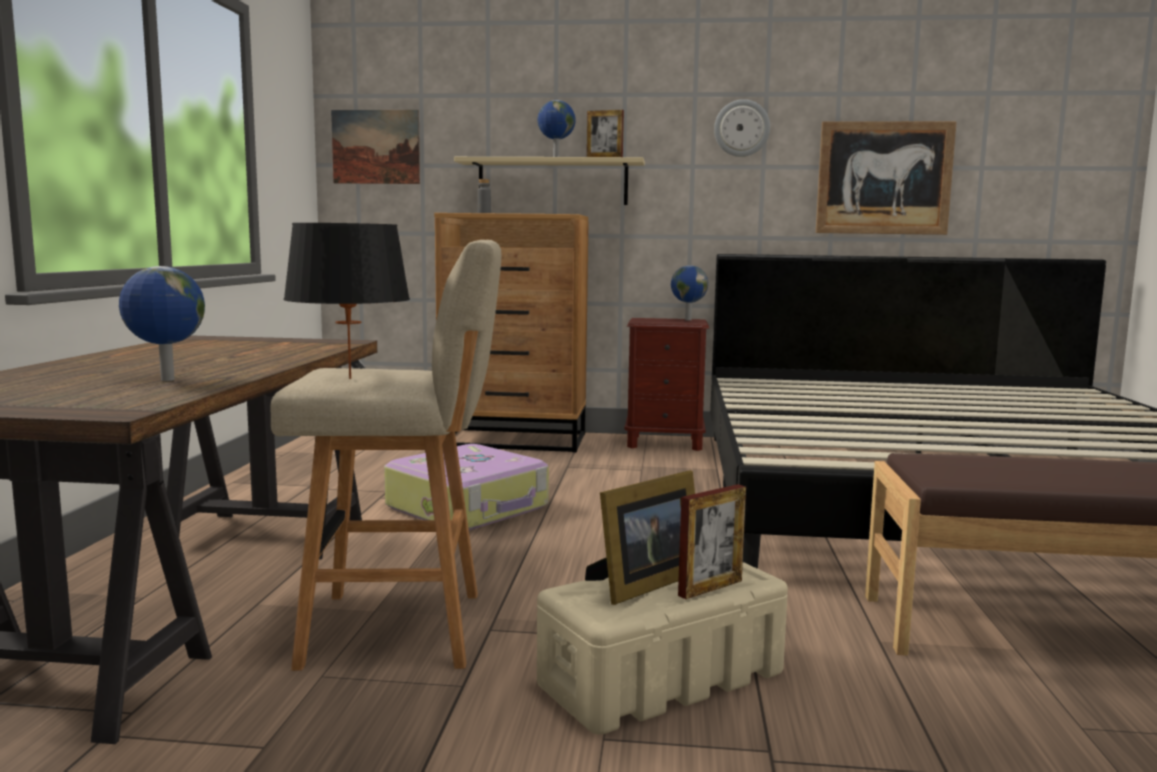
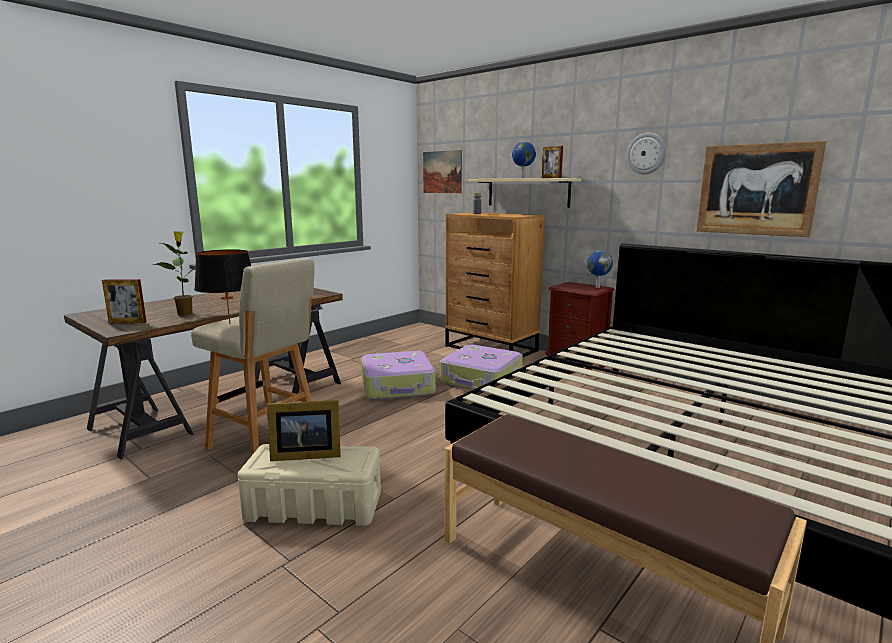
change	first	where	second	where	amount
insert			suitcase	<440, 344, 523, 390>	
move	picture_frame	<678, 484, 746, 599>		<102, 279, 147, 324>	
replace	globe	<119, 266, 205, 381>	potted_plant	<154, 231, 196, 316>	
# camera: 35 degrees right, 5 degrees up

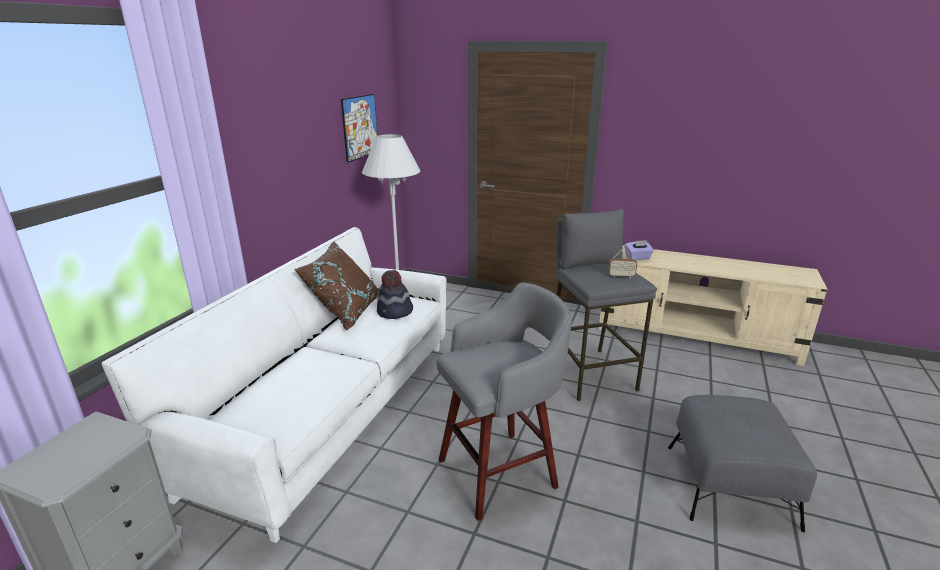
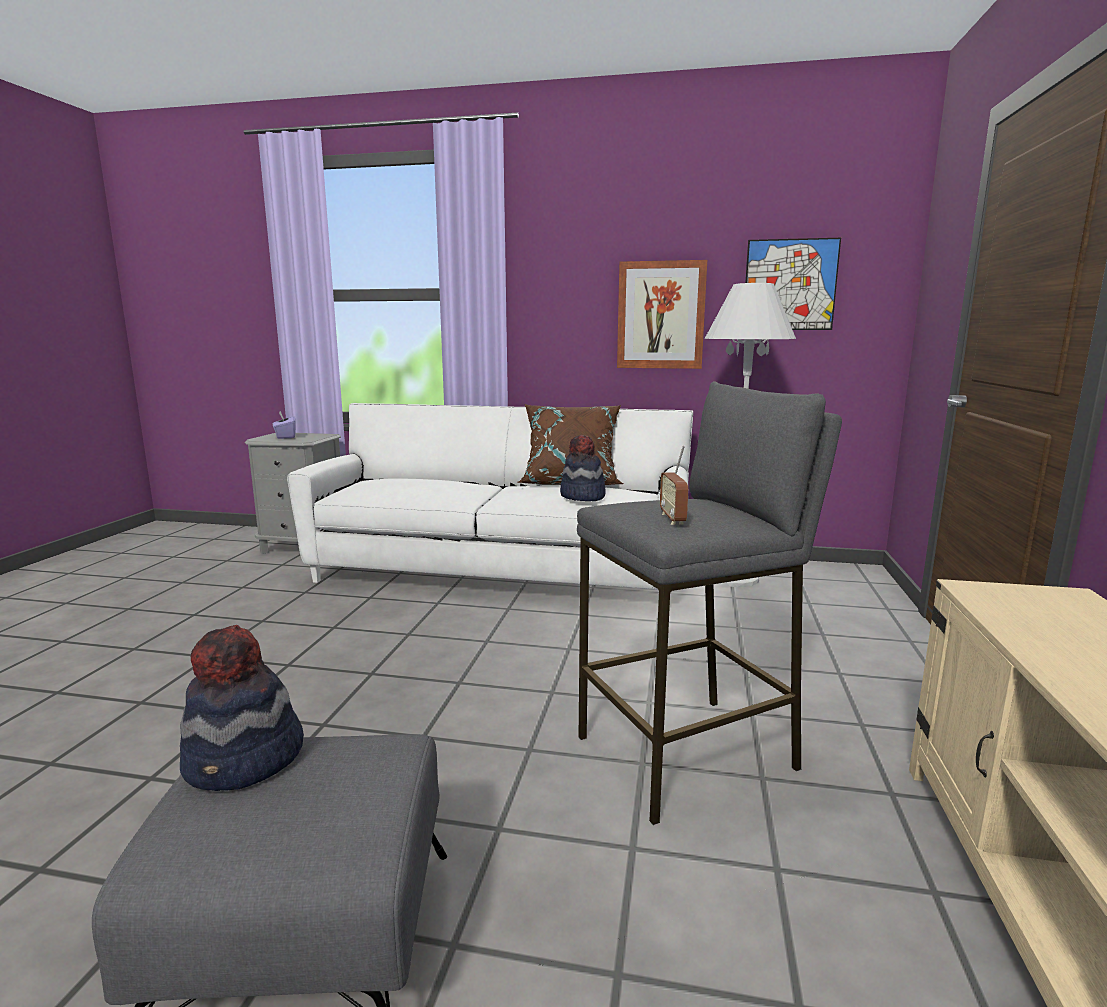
change	first	where	second	where	amount
delete	grey_stool	<437, 282, 572, 521>			
insert			hat	<180, 625, 304, 791>	
insert			picture	<617, 260, 707, 369>	
move	purple_tissue_box	<625, 240, 654, 260>		<273, 411, 296, 439>	
# camera: 80 degrees right, 10 degrees down

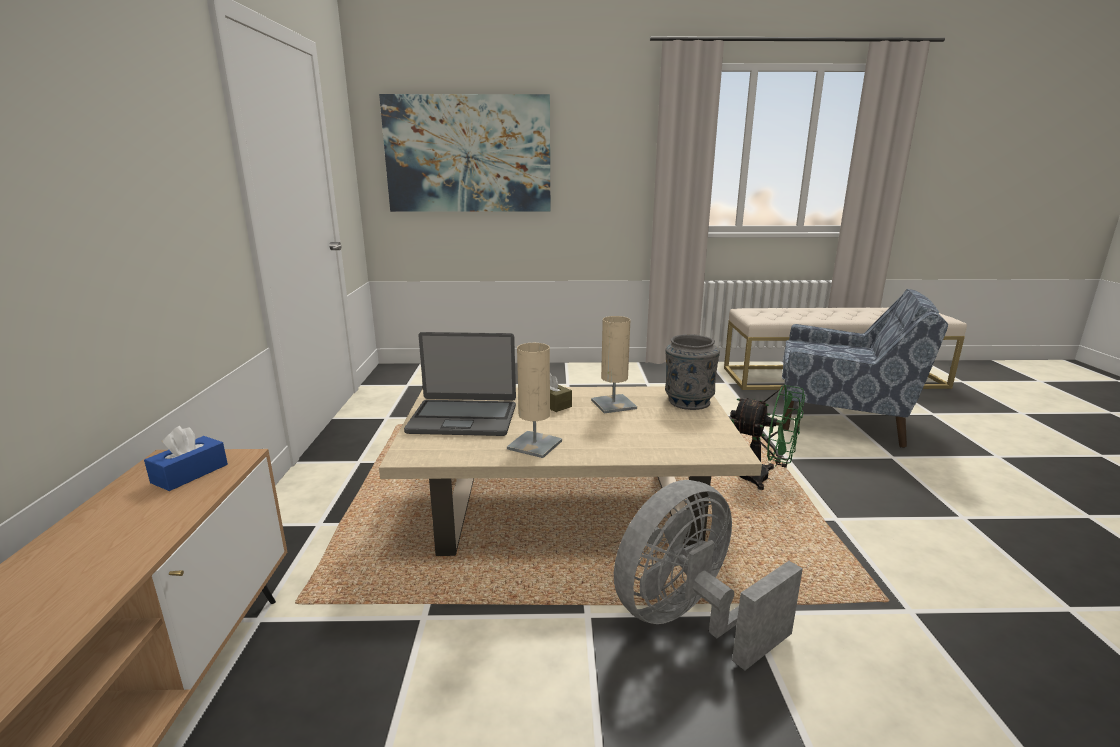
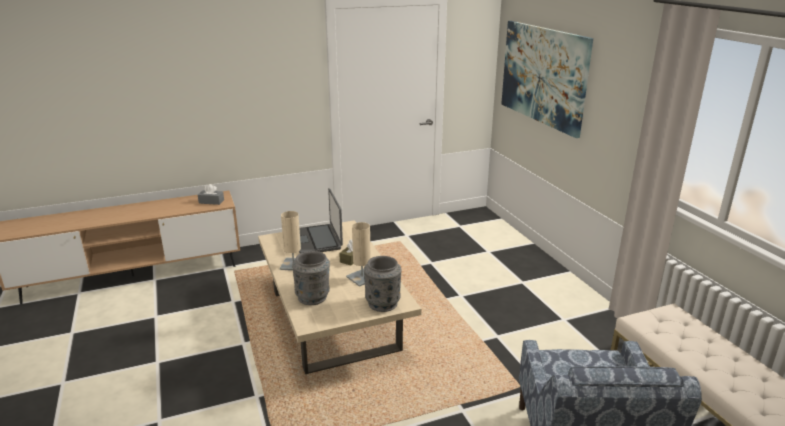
change	first	where	second	where	amount
delete	grey_fan	<614, 480, 803, 670>			
delete	green_fan	<730, 384, 805, 490>			
insert			grey_vase	<292, 251, 330, 305>	
recolor	blue_tissue_box	<144, 426, 228, 491>	grey_tissue_box	<198, 184, 224, 205>	
# camera: 70 degrees right, 5 degrees up

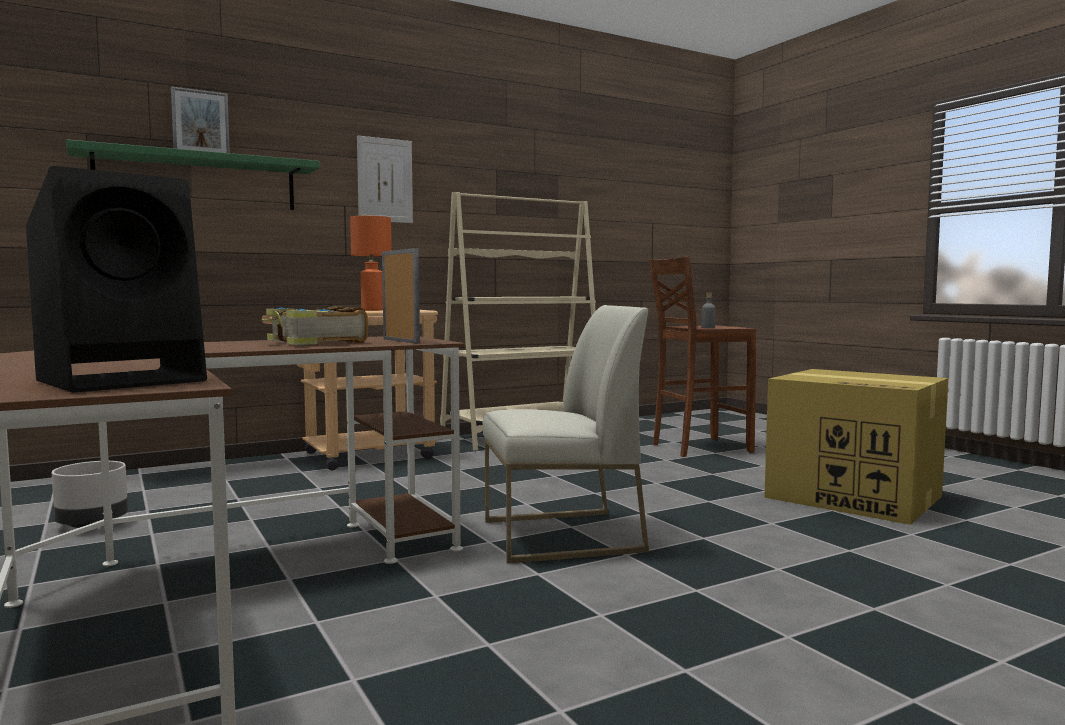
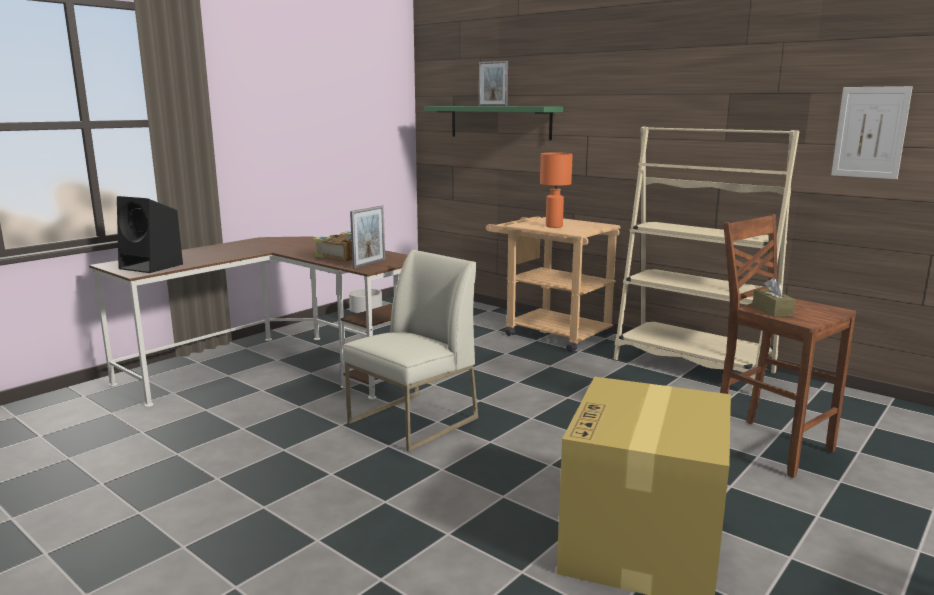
change	first	where	second	where	amount
move	picture	<357, 135, 413, 223>		<831, 86, 913, 179>	
replace	grey_bottle	<701, 292, 716, 328>	brown_tissue_box	<752, 278, 796, 317>	
rotate	white_chair	<483, 305, 649, 564>		<343, 250, 478, 452>	105 degrees counterclockwise
# camera: 70 degrees right, 10 degrees up

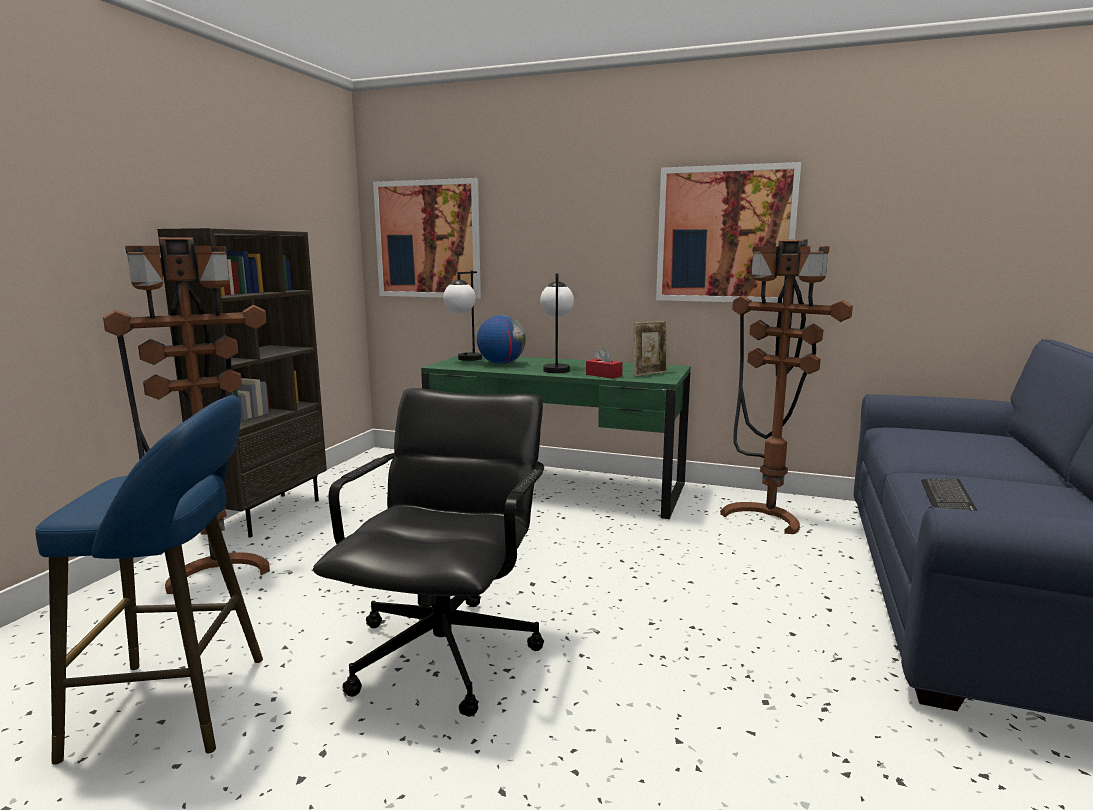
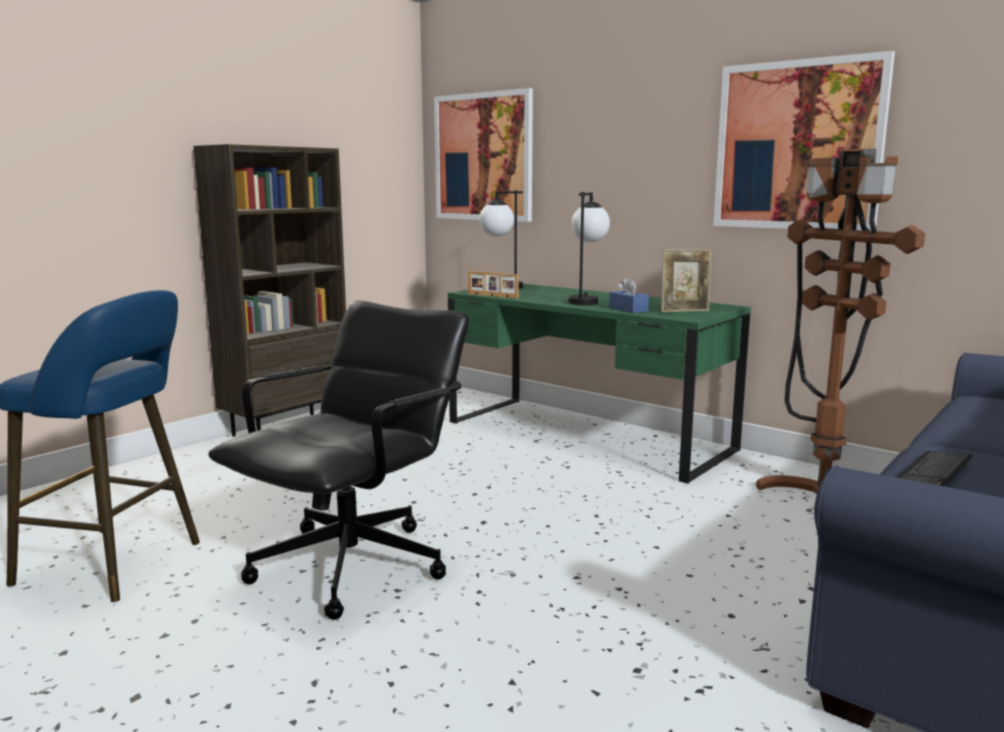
change	first	where	second	where	amount
delete	brown_floor_lamp	<103, 237, 270, 594>			
delete	globe	<477, 315, 526, 364>			
insert			picture_frame	<468, 271, 519, 299>	
recolor	red_tissue_box	<586, 348, 623, 379>	blue_tissue_box	<609, 278, 649, 313>	
# camera: 20 degrees right, 0 degrees up

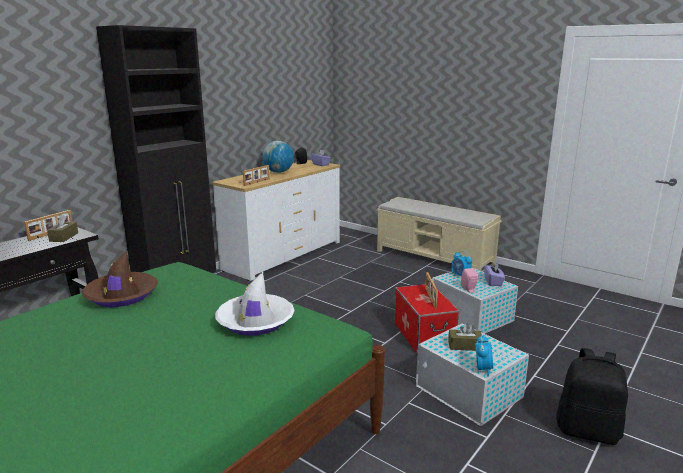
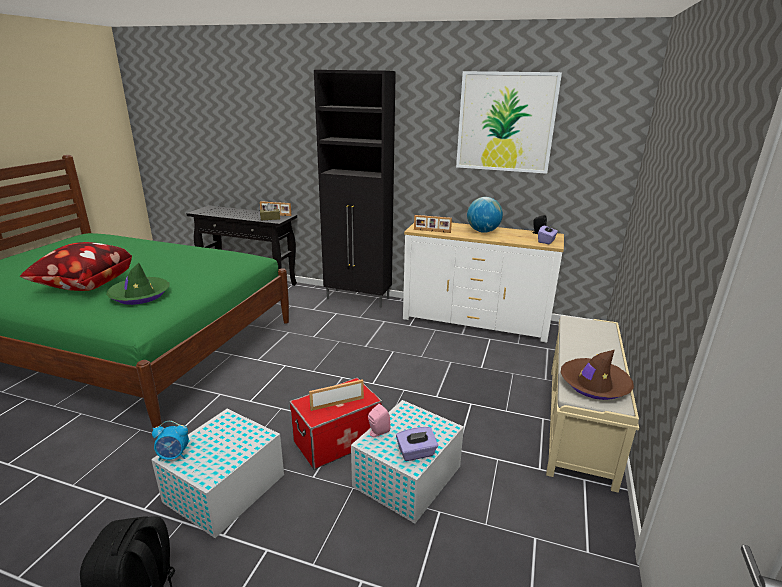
change	first	where	second	where	amount
delete	brown_tissue_box	<448, 323, 482, 351>			
delete	alarm_clock	<451, 251, 472, 275>			
insert			pillow	<20, 242, 132, 291>	
insert			picture	<456, 71, 562, 174>	
move	brown_hat	<82, 251, 158, 307>		<560, 350, 634, 400>	
recolor	white_hat	<215, 272, 295, 336>	green_hat	<106, 263, 170, 305>	
# camera: 70 degrees right, 5 degrees up

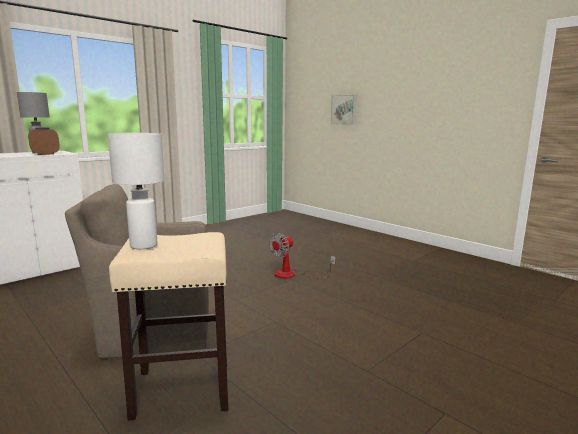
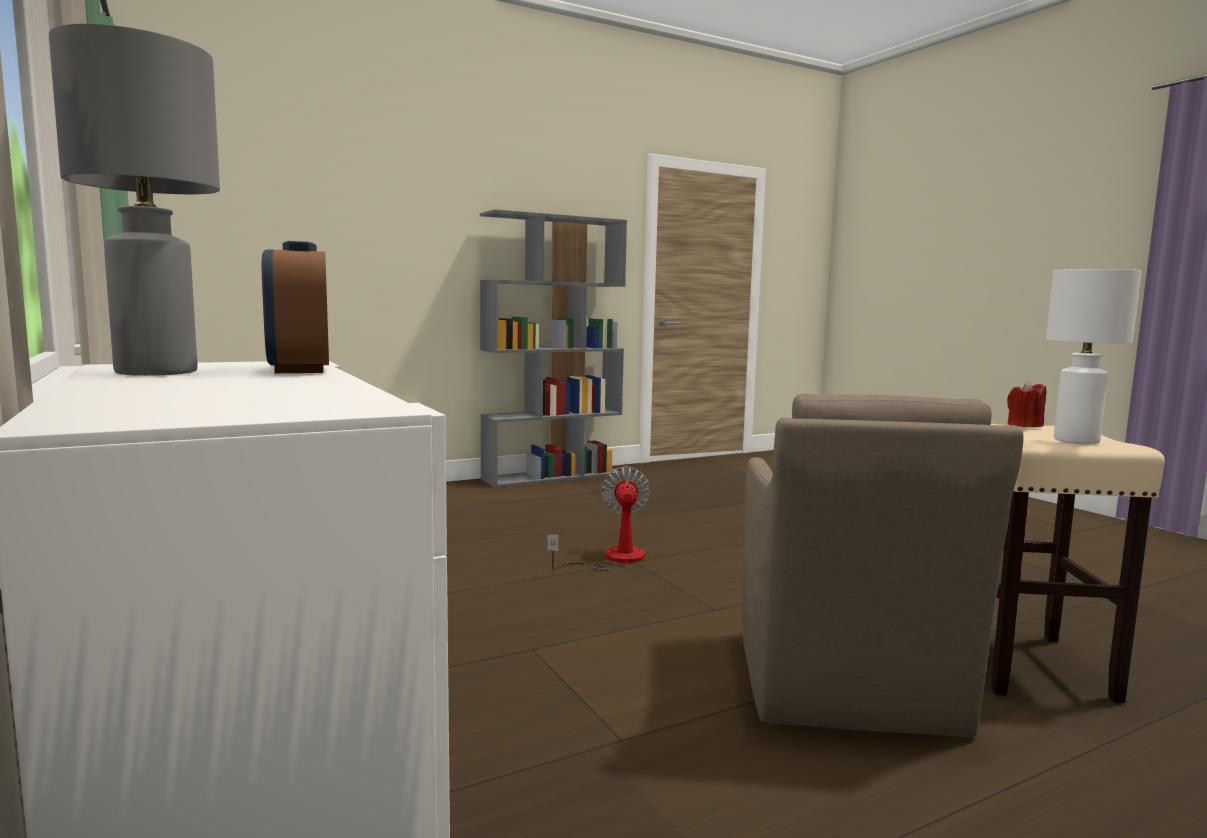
change	first	where	second	where	amount
delete	picture	<331, 95, 357, 125>			
insert			grey_bookcase	<480, 209, 627, 488>	
insert			red_candle	<1007, 381, 1046, 427>	
rotate	fan	<269, 232, 336, 279>		<547, 466, 650, 571>	150 degrees counterclockwise
# camera: 75 degrees left, 5 degrees down

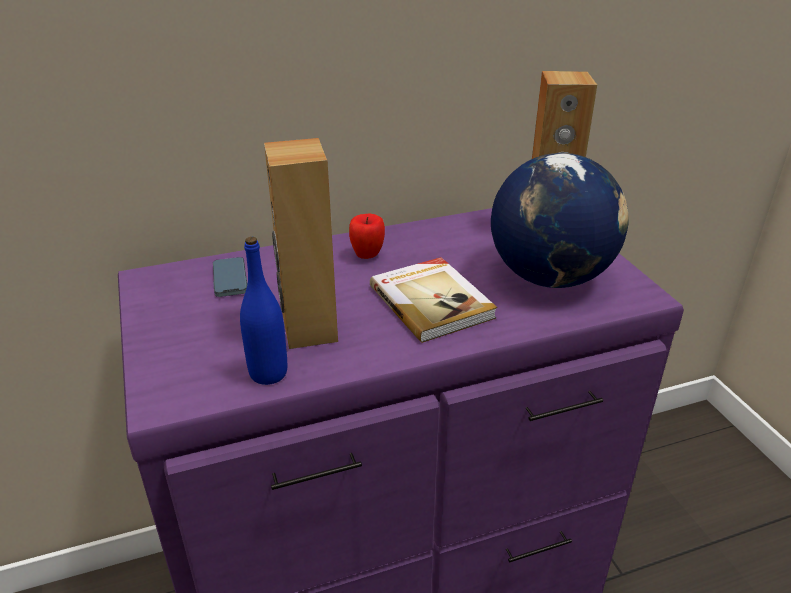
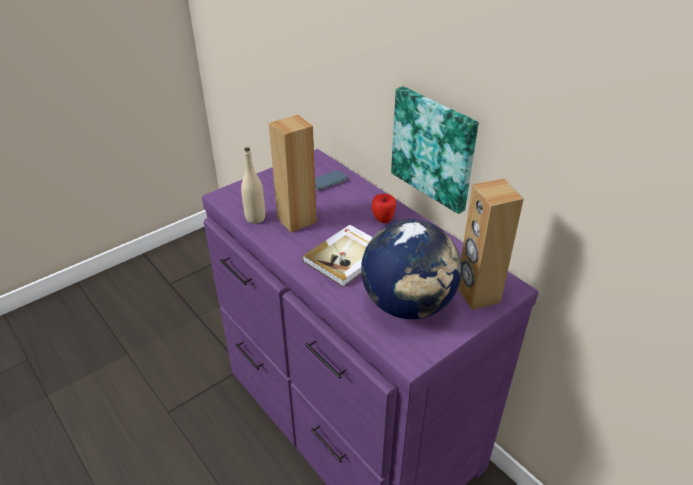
change	first	where	second	where	amount
insert			picture	<391, 86, 479, 214>	
recolor	blue_bottle	<240, 237, 287, 385>	beige_bottle	<241, 147, 265, 224>	
# camera: 70 degrees right, 5 degrees up

